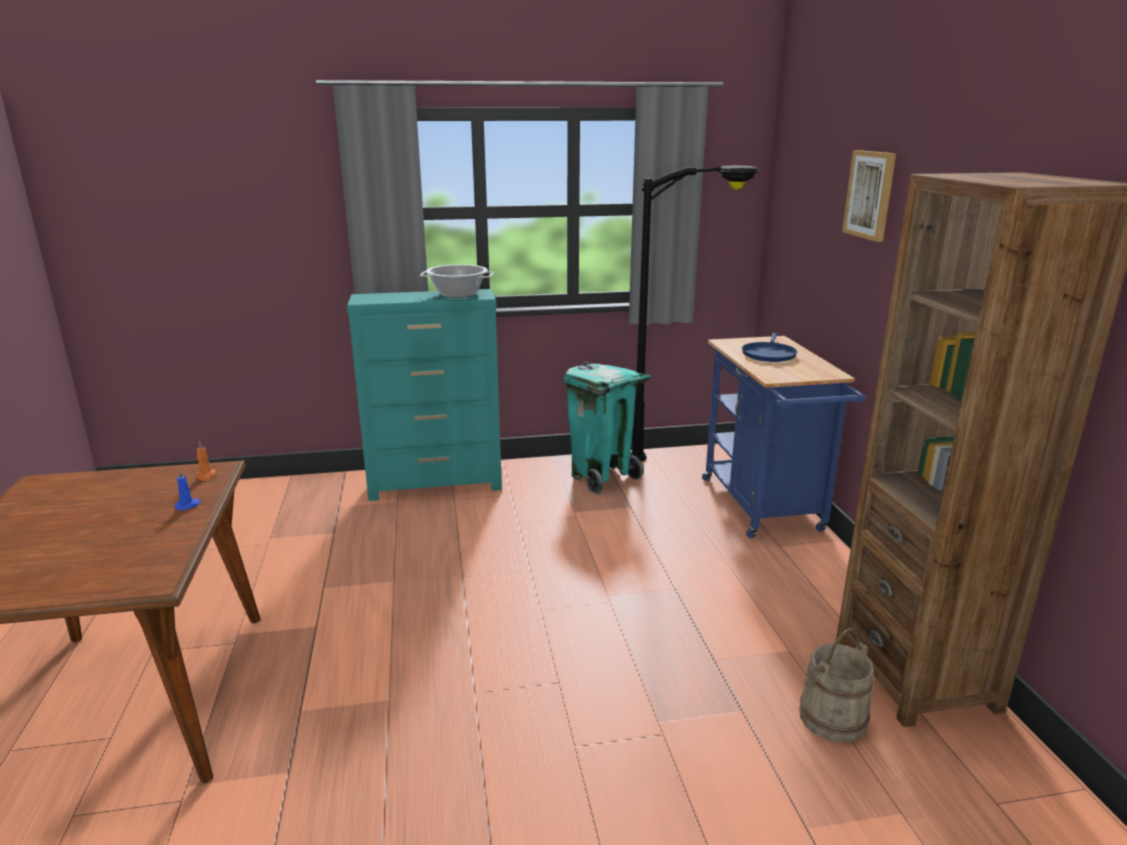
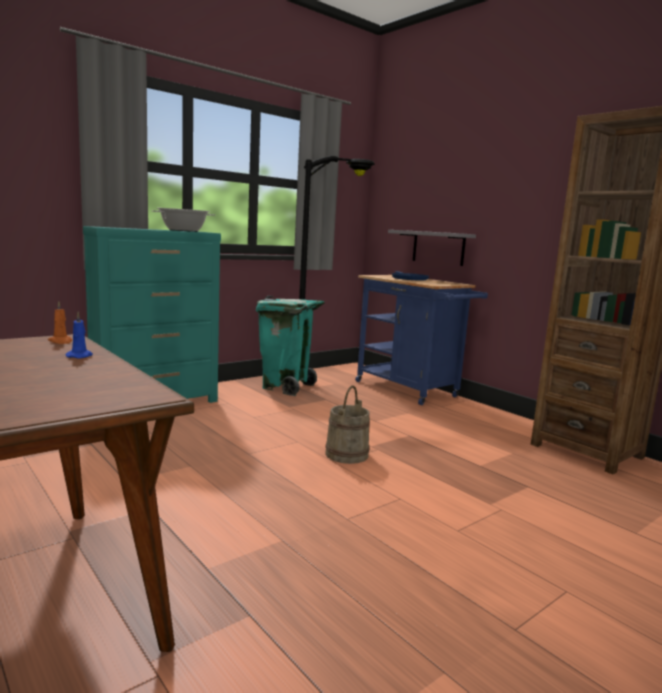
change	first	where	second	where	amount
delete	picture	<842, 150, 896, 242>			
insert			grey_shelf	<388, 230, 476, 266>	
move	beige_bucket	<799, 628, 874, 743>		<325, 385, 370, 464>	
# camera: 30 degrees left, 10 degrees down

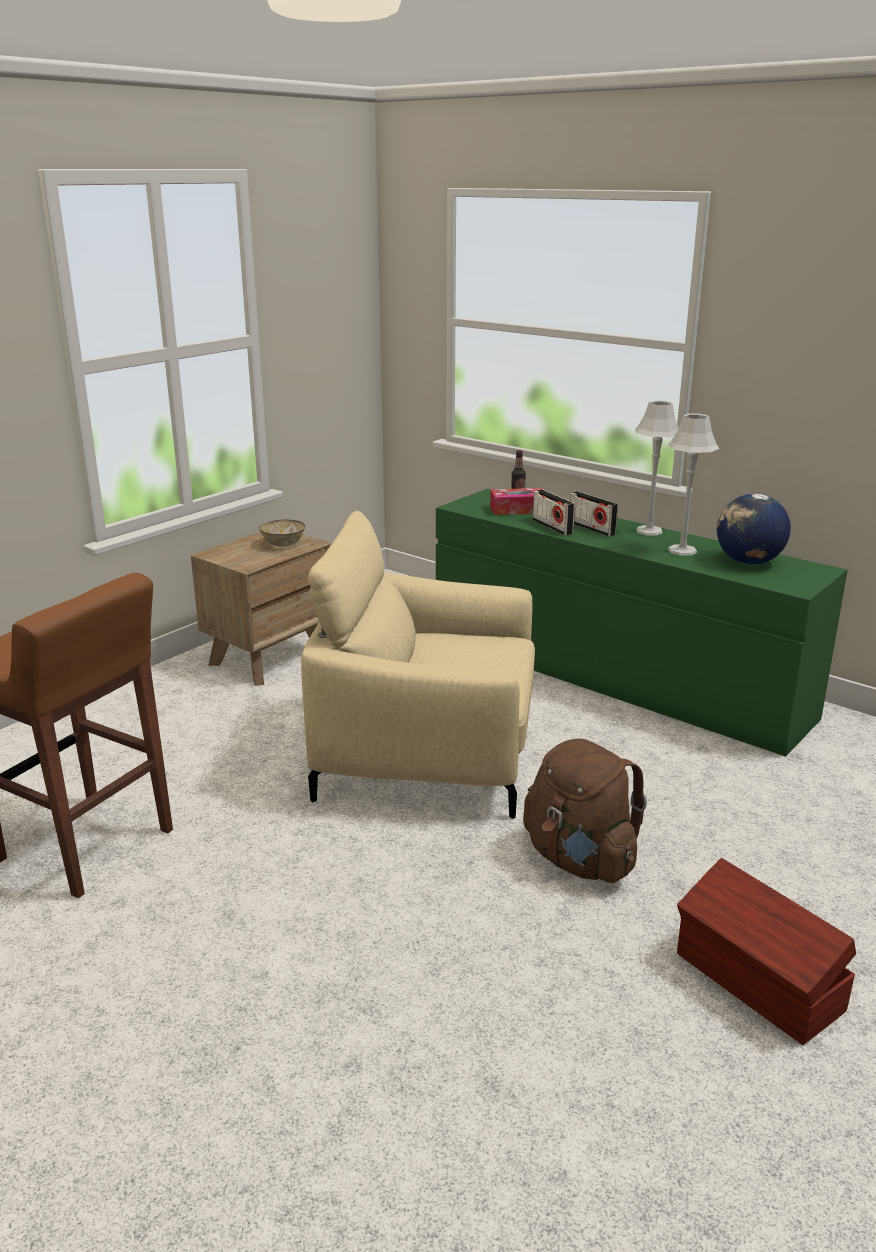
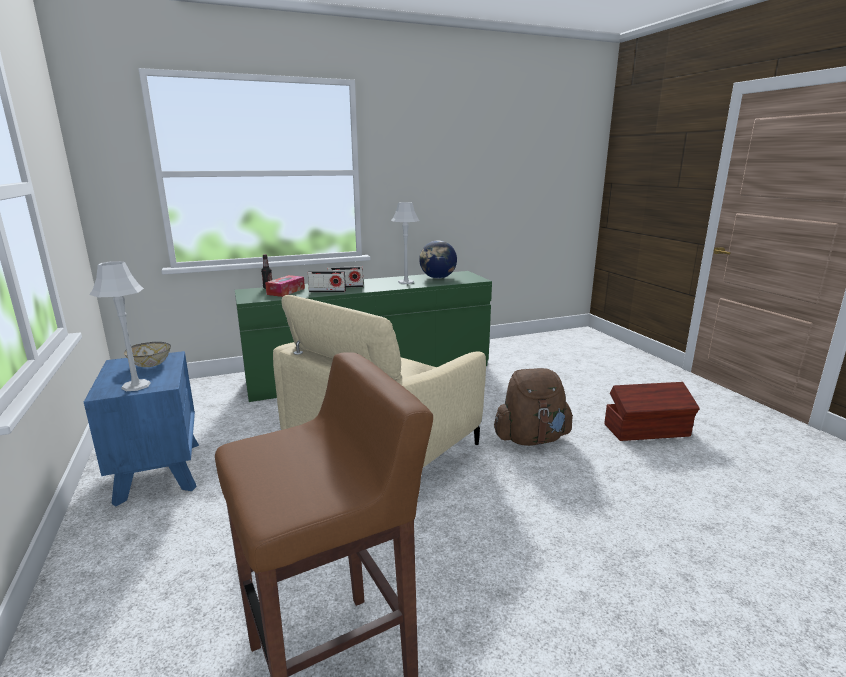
change	first	where	second	where	amount
move	grey_table_lamp	<635, 400, 679, 536>		<89, 261, 151, 391>	
recolor	brown_nightstand	<191, 532, 331, 686>	blue_nightstand	<84, 351, 199, 507>	
# camera: 60 degrees left, 5 degrees down

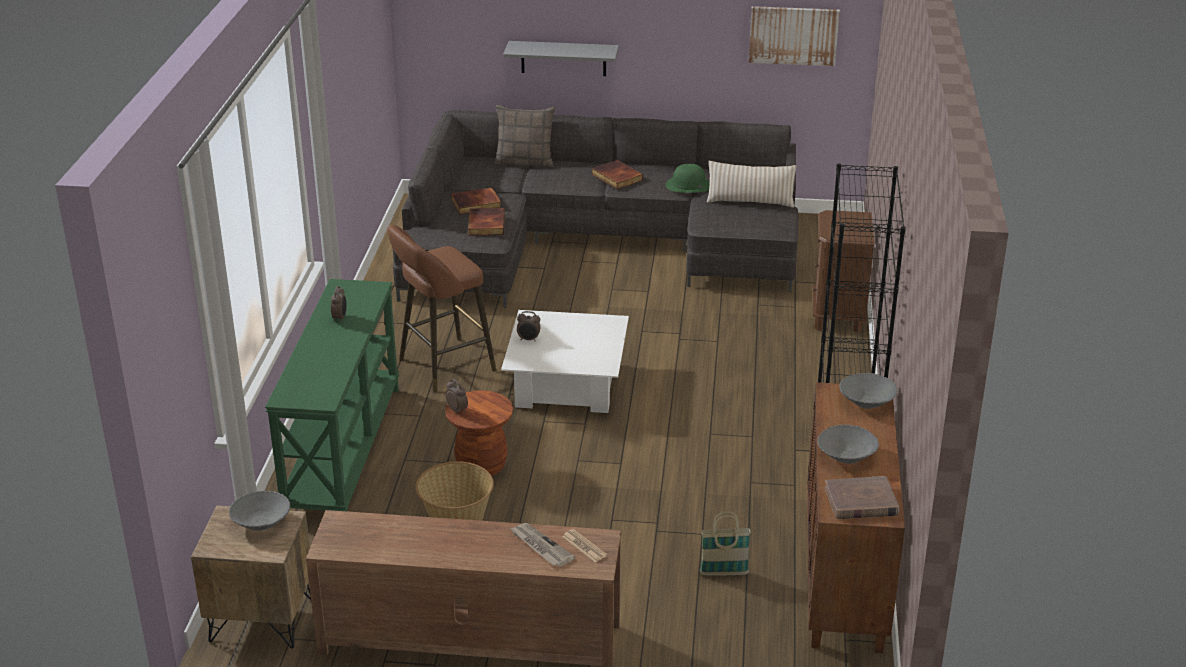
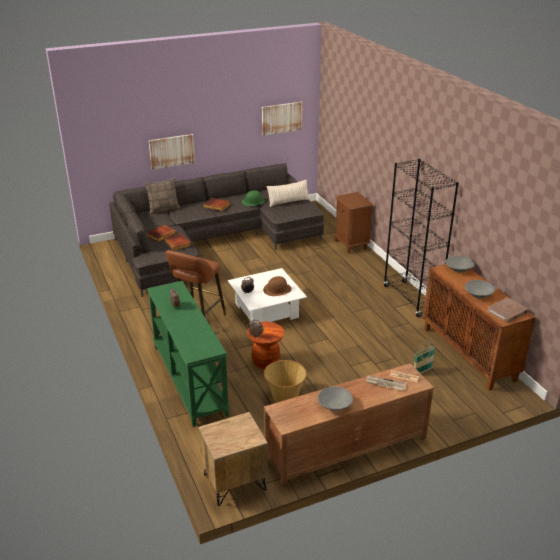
change	first	where	second	where	amount
insert			brown_hat	<263, 276, 292, 296>	
move	grey_bowl	<229, 491, 290, 531>		<318, 386, 353, 411>	
replace	grey_shelf	<503, 41, 619, 76>	picture	<149, 134, 195, 170>	
# camera: 30 degrees left, 0 degrees up

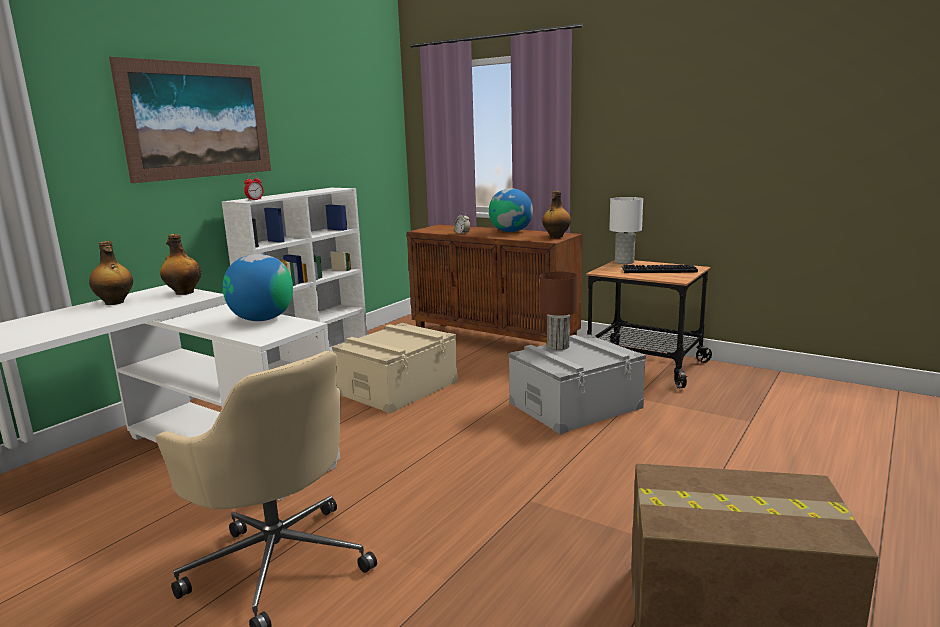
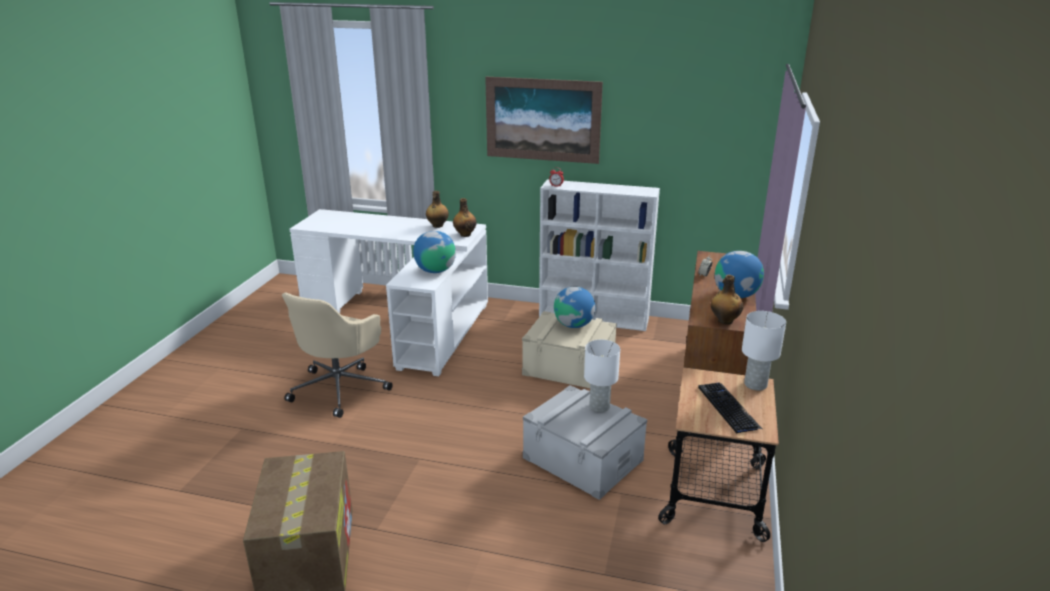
change	first	where	second	where	amount
insert			globe	<554, 287, 595, 328>	
recolor	brown_table_lamp	<540, 271, 578, 350>	white_table_lamp	<584, 340, 620, 412>	
# camera: 70 degrees right, 10 degrees up

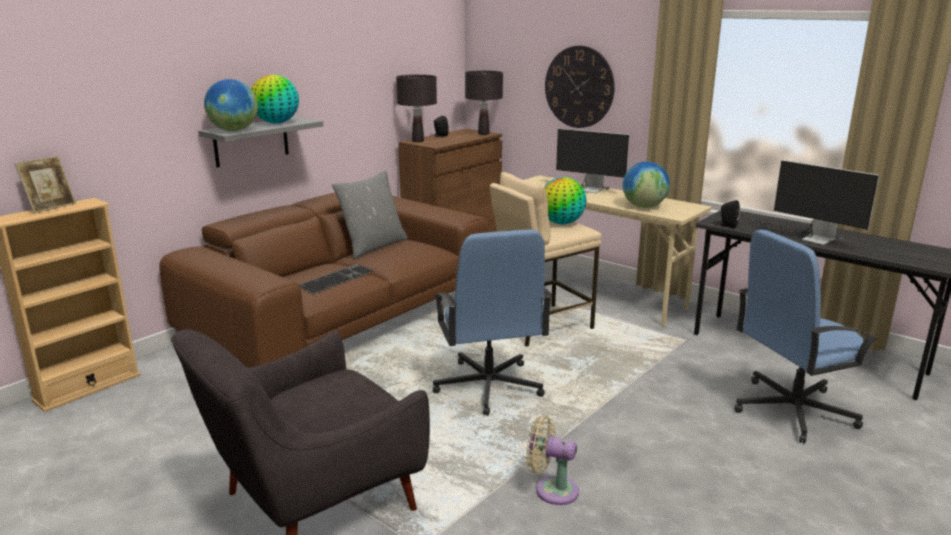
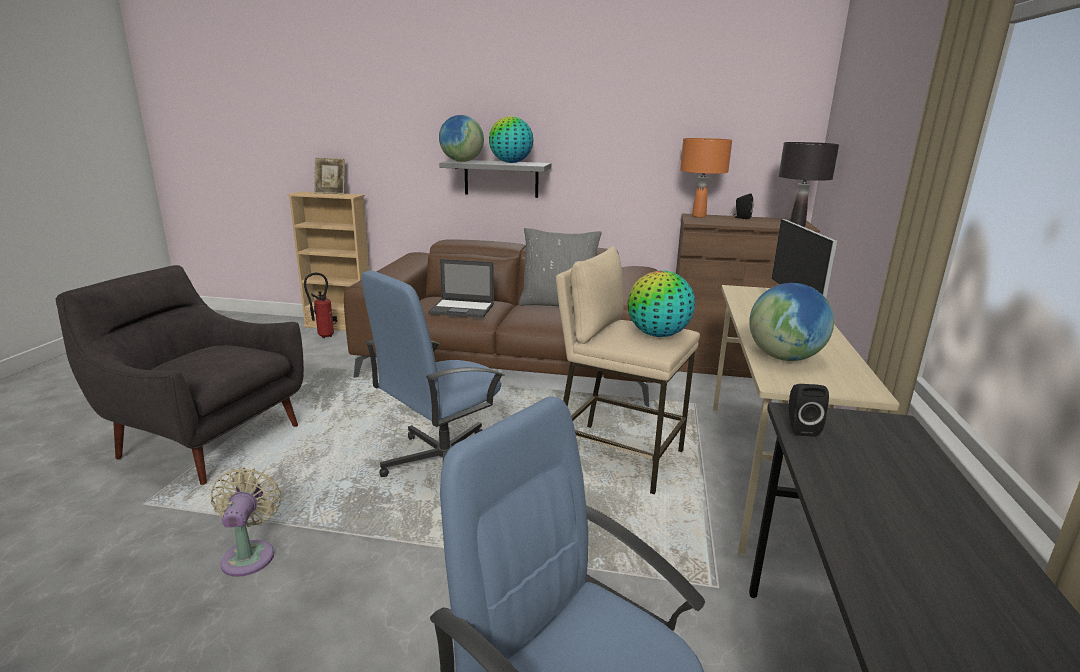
change	first	where	second	where	amount
delete	wall_clock	<545, 46, 615, 128>			
delete	monitor	<753, 160, 880, 245>			
insert			fire_extinguisher	<304, 273, 334, 338>	
replace	keyboard	<299, 264, 374, 294>	laptop	<428, 259, 494, 318>	
recolor	black_table_lamp	<396, 75, 437, 142>	orange_table_lamp	<680, 138, 732, 217>	
# camera: 60 degrees right, 0 degrees up

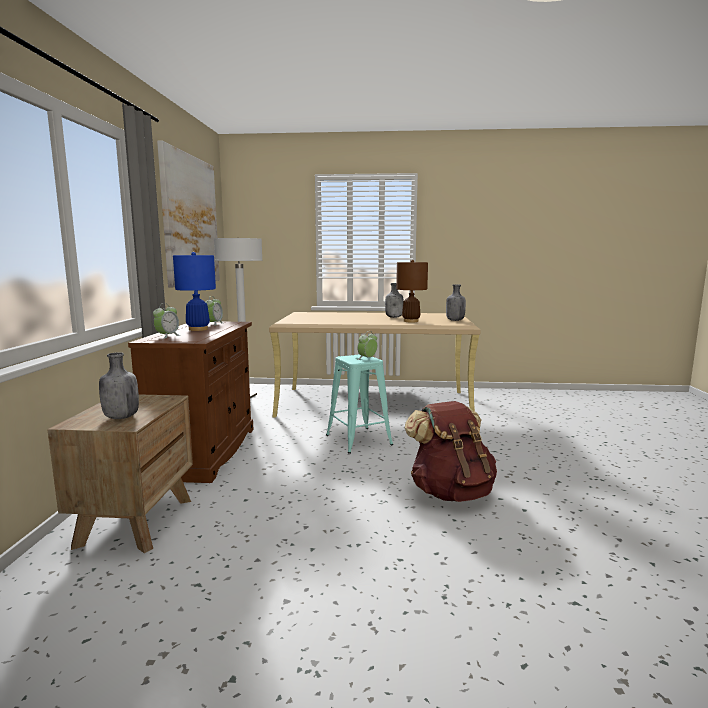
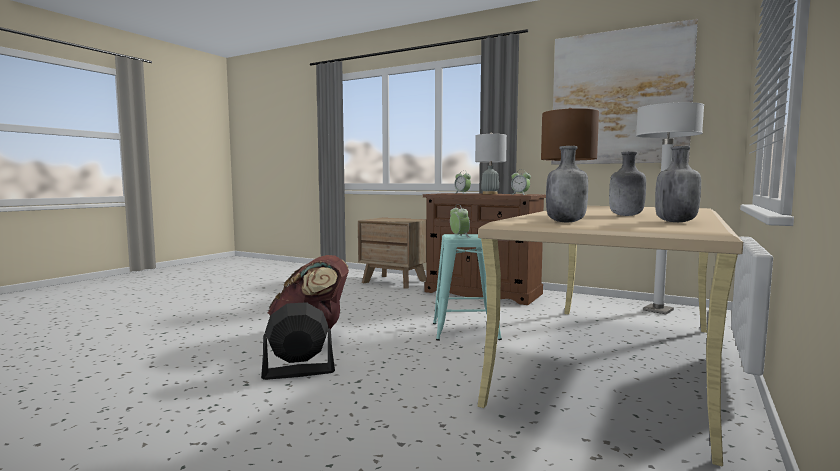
change	first	where	second	where	amount
insert			black_fan	<261, 302, 335, 380>	
move	grey_bottle	<99, 352, 139, 419>		<655, 146, 701, 222>	
recolor	blue_table_lamp	<173, 252, 216, 331>	grey_table_lamp	<475, 133, 507, 194>	
# camera: 115 degrees right, 5 degrees down

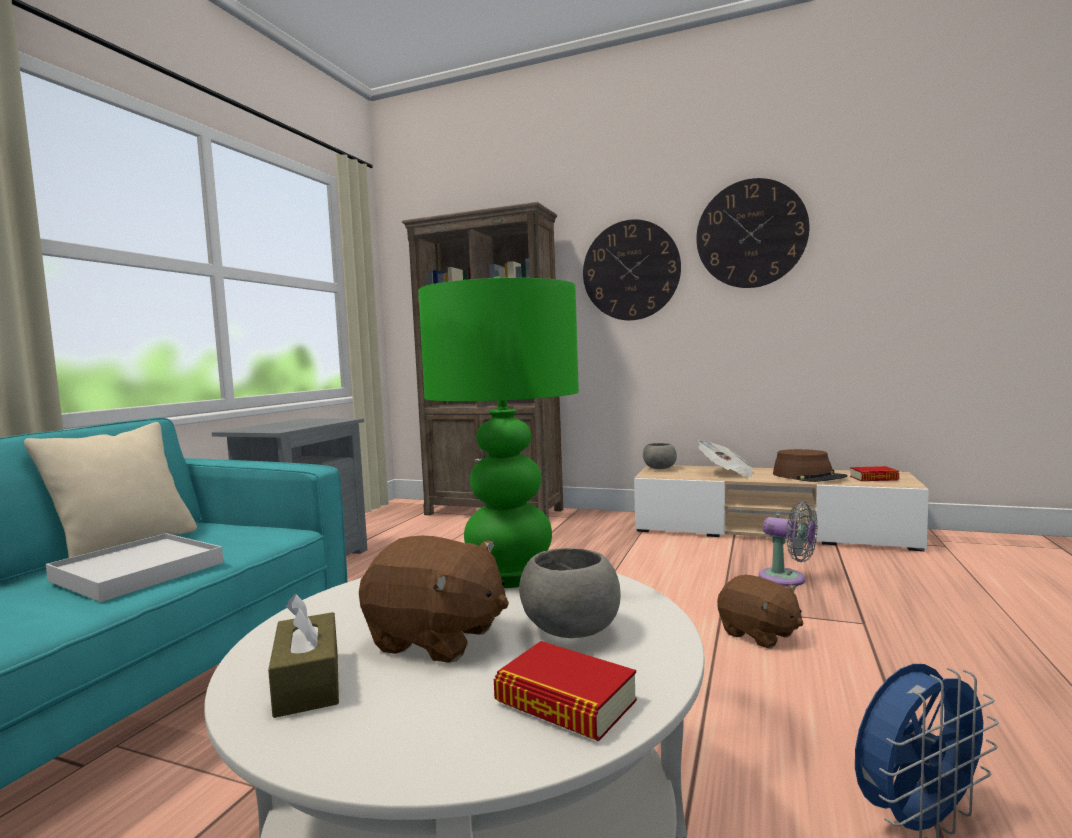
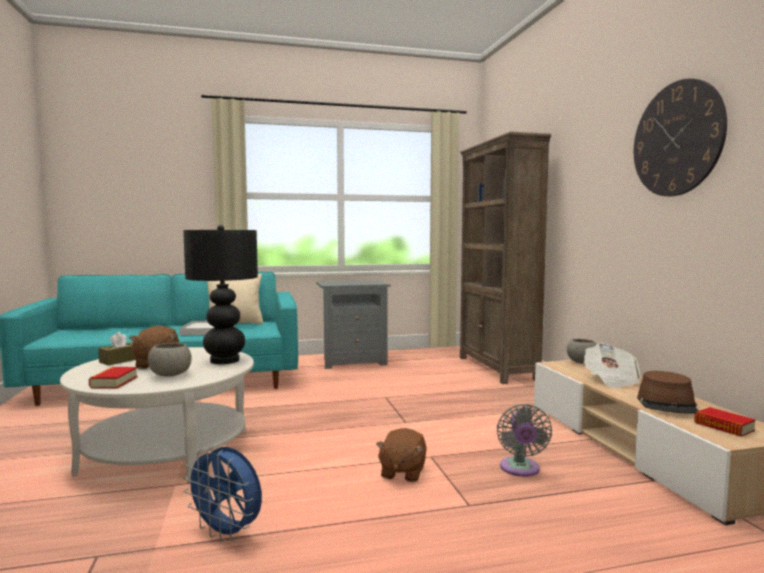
change	first	where	second	where	amount
delete	wall_clock	<583, 219, 681, 320>			
recolor	green_table_lamp	<418, 276, 579, 588>	black_table_lamp	<183, 225, 258, 364>	
# camera: 55 degrees right, 0 degrees up

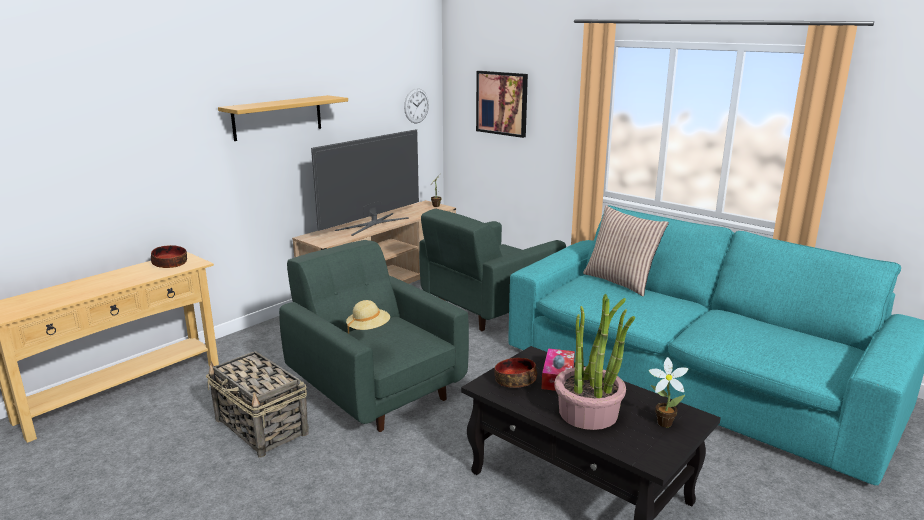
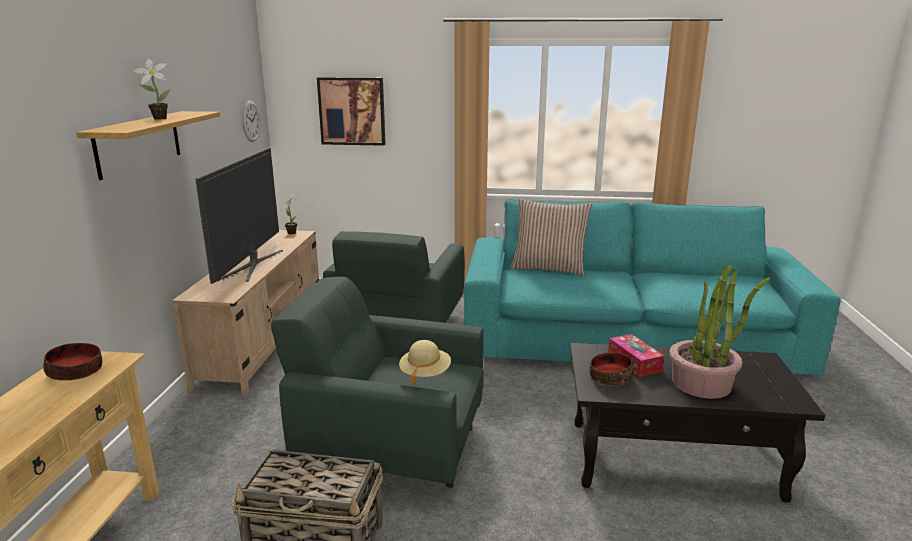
change	first	where	second	where	amount
move	potted_plant	<649, 357, 689, 427>		<134, 59, 171, 120>	
# camera: 35 degrees left, 0 degrees up

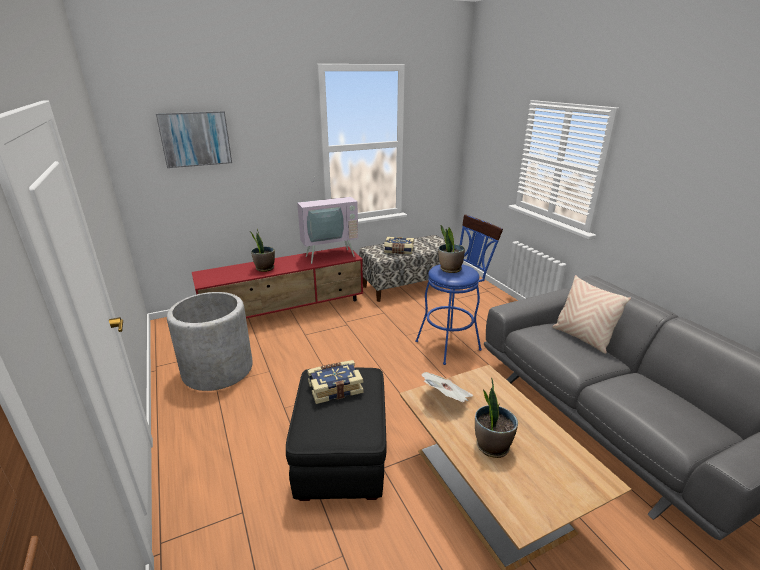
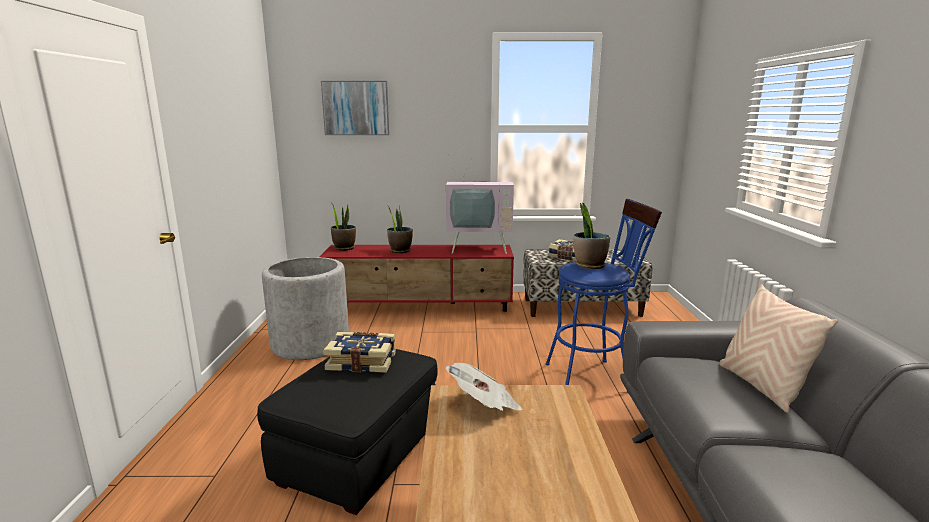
change	first	where	second	where	amount
move	potted_plant	<475, 378, 518, 458>		<331, 204, 356, 251>	
# camera: 25 degrees right, 10 degrees down

